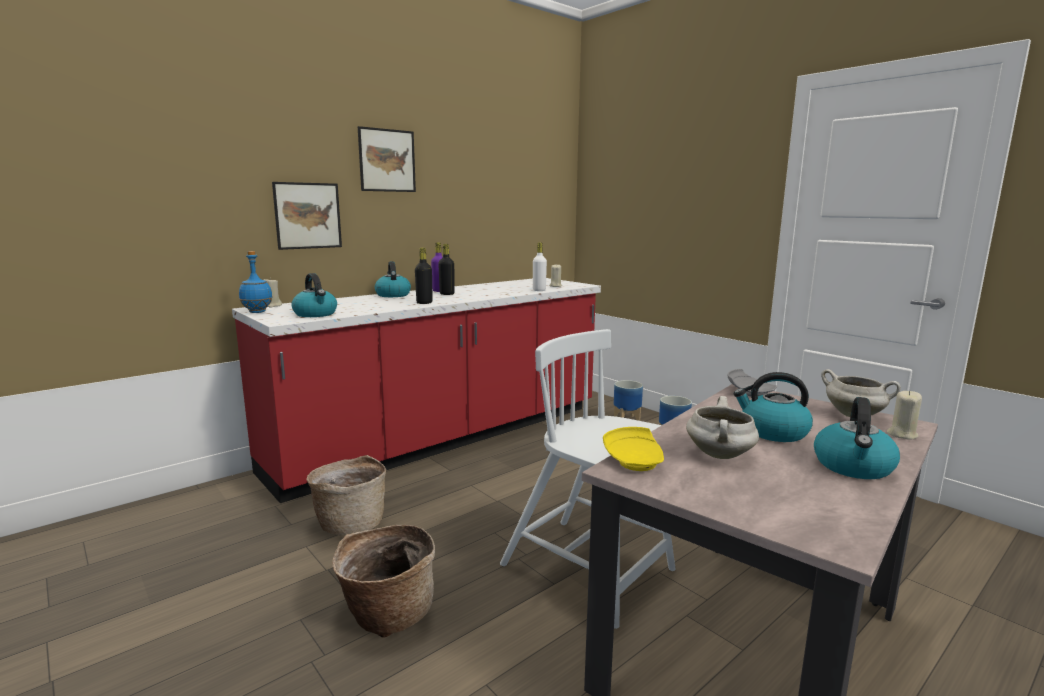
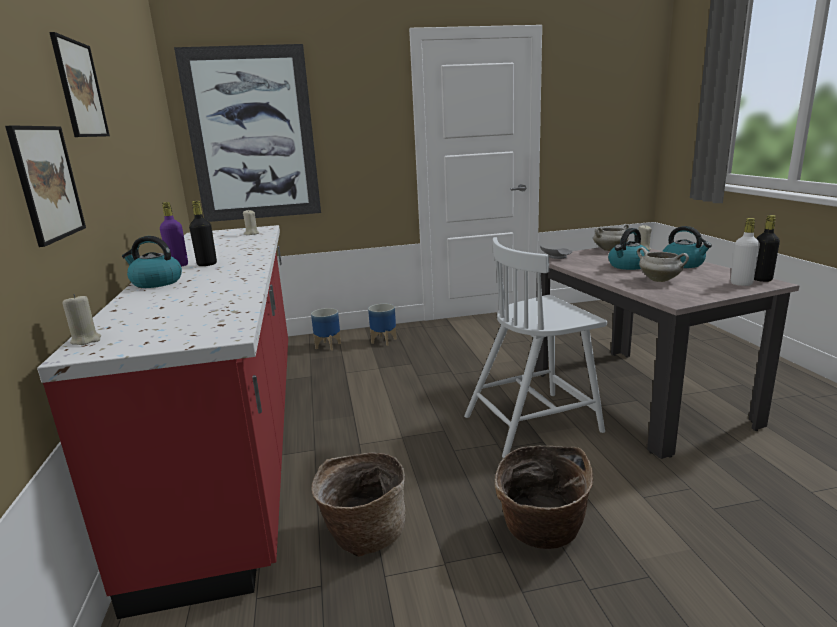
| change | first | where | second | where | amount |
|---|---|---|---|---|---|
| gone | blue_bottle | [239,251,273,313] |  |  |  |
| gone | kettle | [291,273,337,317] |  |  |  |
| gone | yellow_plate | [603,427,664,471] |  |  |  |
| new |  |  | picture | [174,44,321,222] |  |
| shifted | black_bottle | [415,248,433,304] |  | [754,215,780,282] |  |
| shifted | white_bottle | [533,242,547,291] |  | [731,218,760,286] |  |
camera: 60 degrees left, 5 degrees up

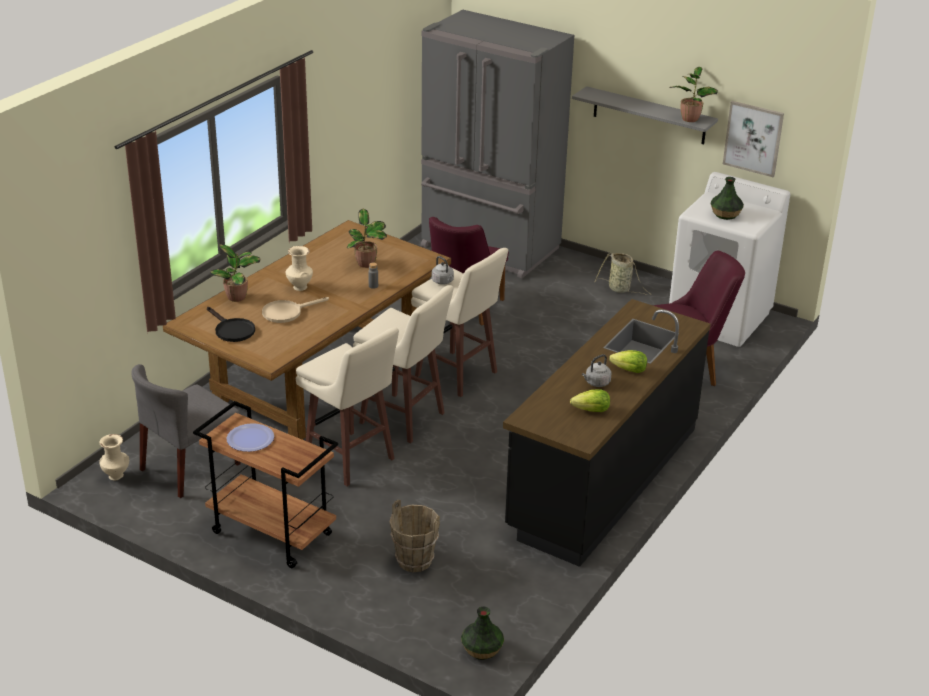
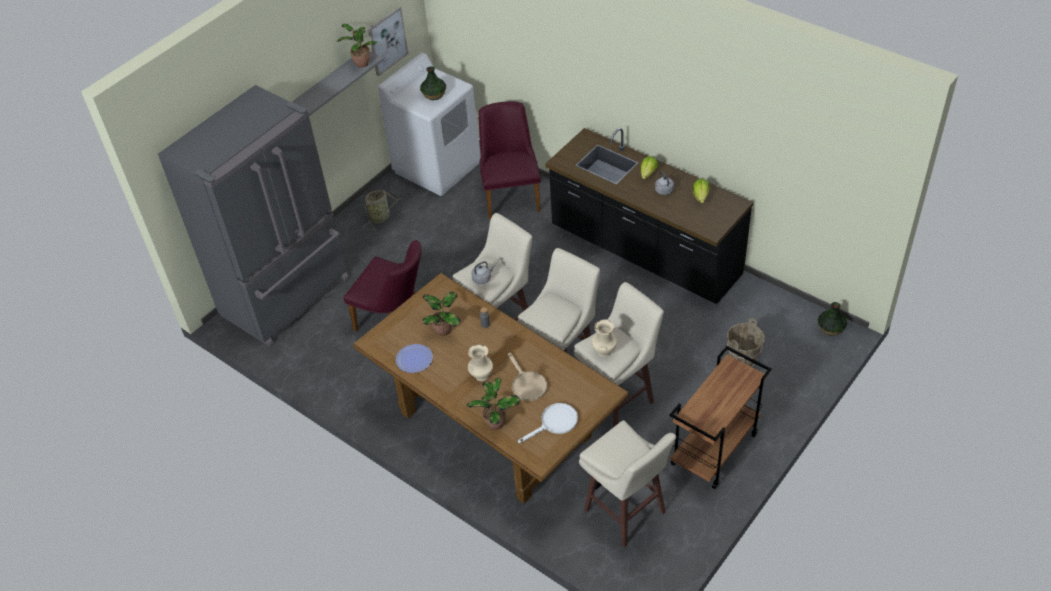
| change | first | where | second | where | amount |
|---|---|---|---|---|---|
| shifted | beige_vase | [99,434,129,480] |  | [592,319,617,357] |  |
| shifted | plate | [227,423,274,452] |  | [396,344,433,373] |  |
| swapped | grey_chair | [131,364,240,498] | beige_stool | [579,420,676,547] |  |
| repainted | black_frying_pan | [207,307,255,342] | white_frying_pan | [518,403,578,443] |  |
camera: 80 degrees left, 15 degrees up

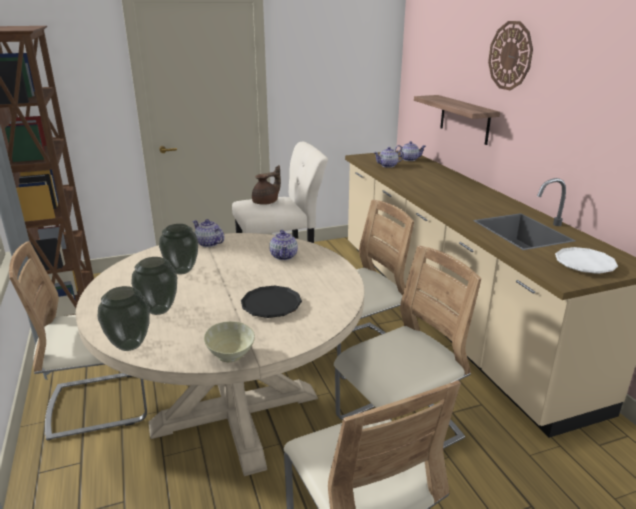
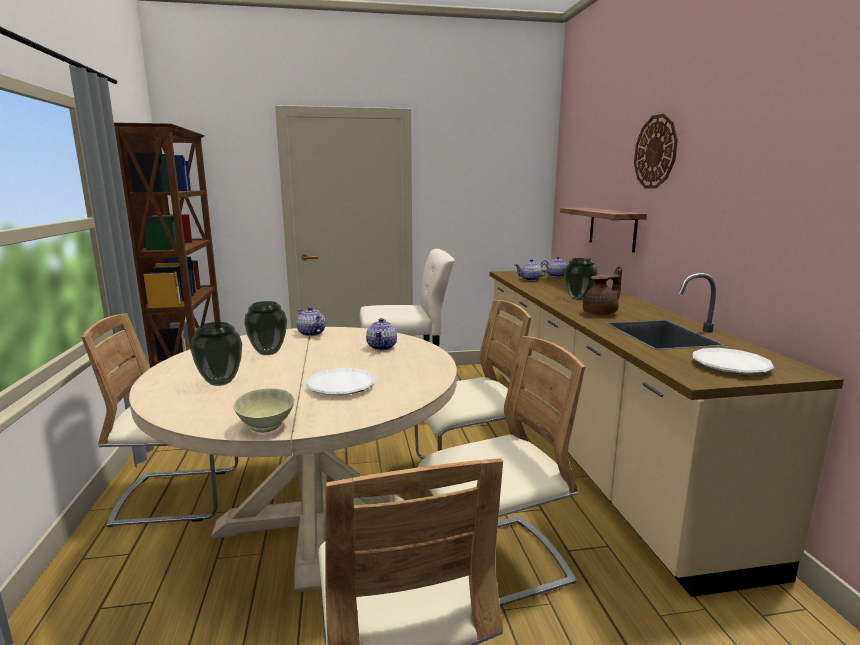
| change | first | where | second | where | amount |
|---|---|---|---|---|---|
| shifted | vase | [98,286,150,351] |  | [564,258,598,300] |  |
| shifted | brown_teapot | [252,165,281,205] |  | [583,266,622,315] |  |
| repainted | black_plate | [241,286,302,318] | white_plate | [306,368,375,395] |  |
camera: 10 degrees right, 10 degrees down

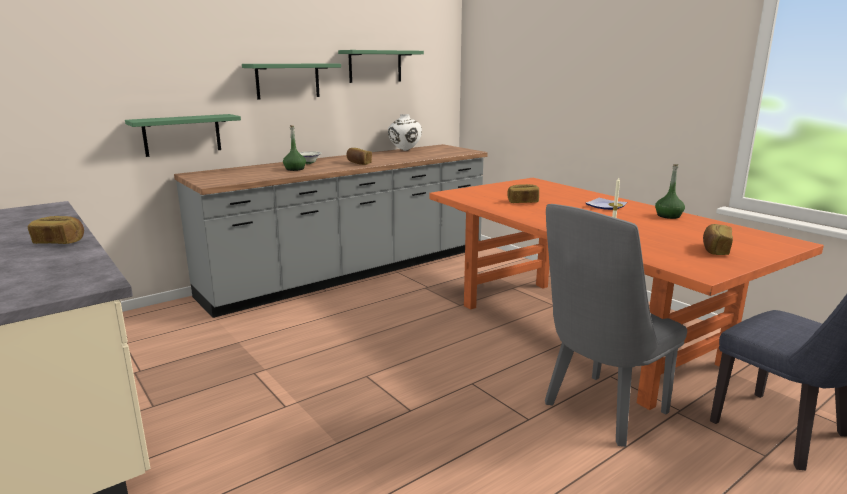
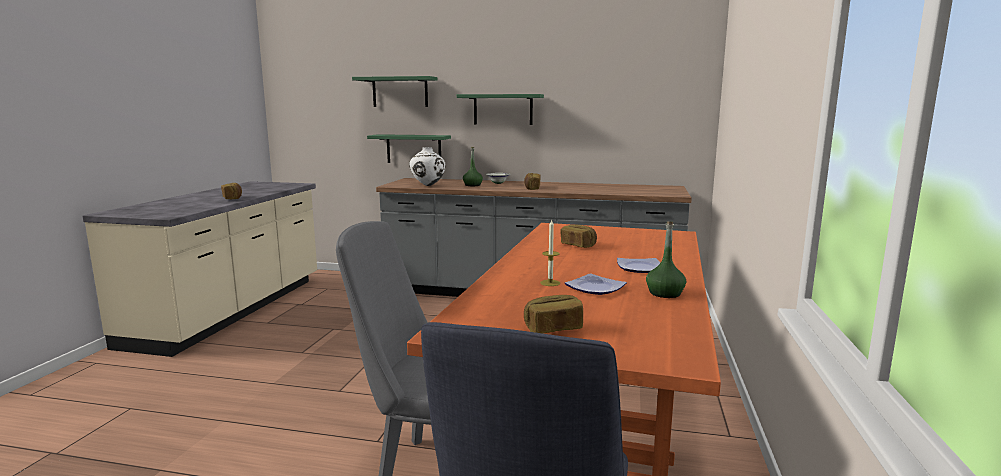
| change | first | where | second | where | amount |
|---|---|---|---|---|---|
| new |  |  | plate | [565,273,627,295] |  |
| shifted | green_shelf | [338,50,424,83] |  | [352,76,438,107] |  |
| shifted | white_vase | [388,114,422,151] |  | [409,147,446,186] |  |
camera: 50 degrees right, 5 degrees down

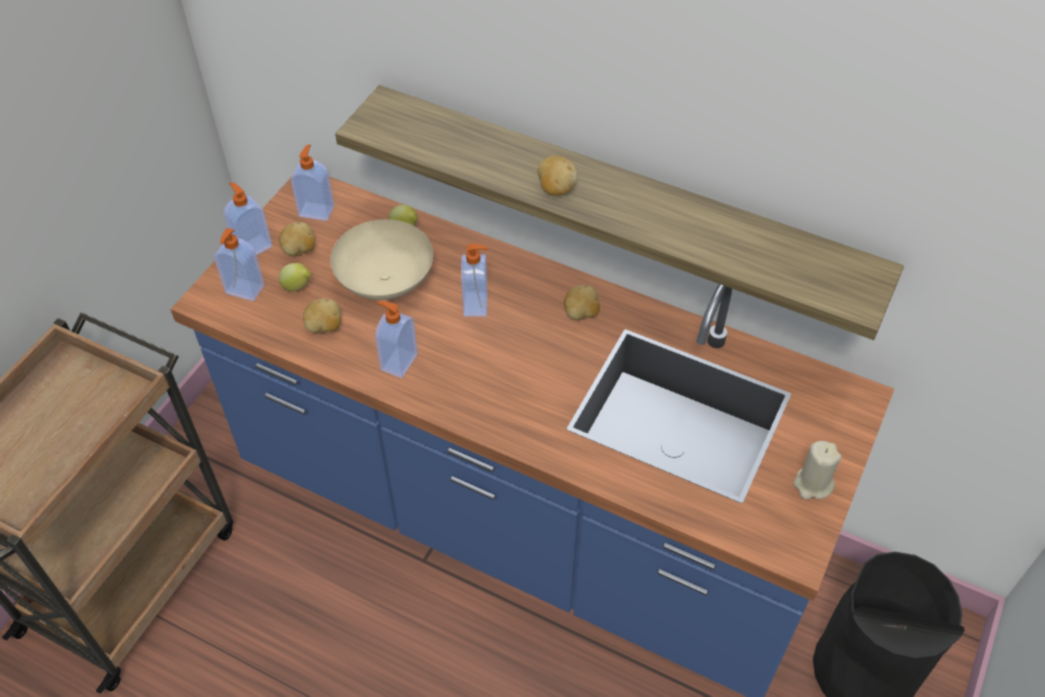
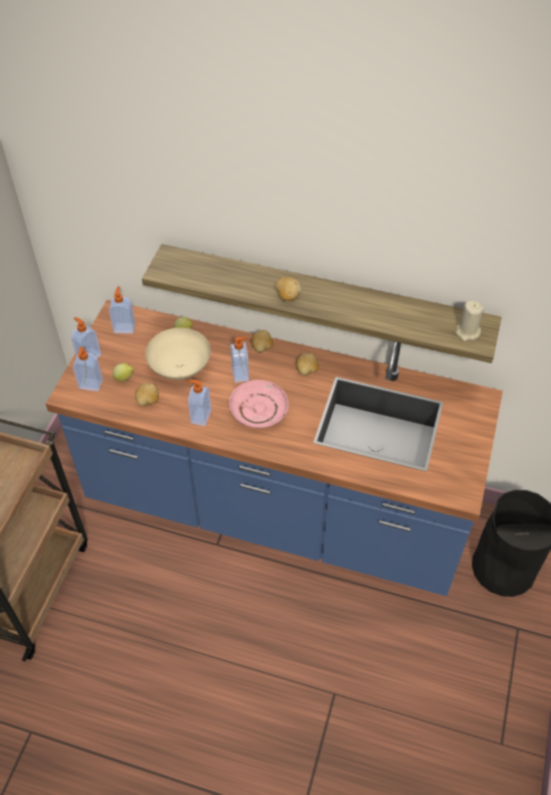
| change | first | where | second | where | amount |
|---|---|---|---|---|---|
| new |  |  | pink_plate | [229,380,289,428] |  |
| shifted | potato | [279,222,315,256] |  | [251,330,274,352] |  |
| shifted | beige_candle | [793,441,842,500] |  | [456,301,484,341] |  |
camera: 10 degrees left, 0 degrees up

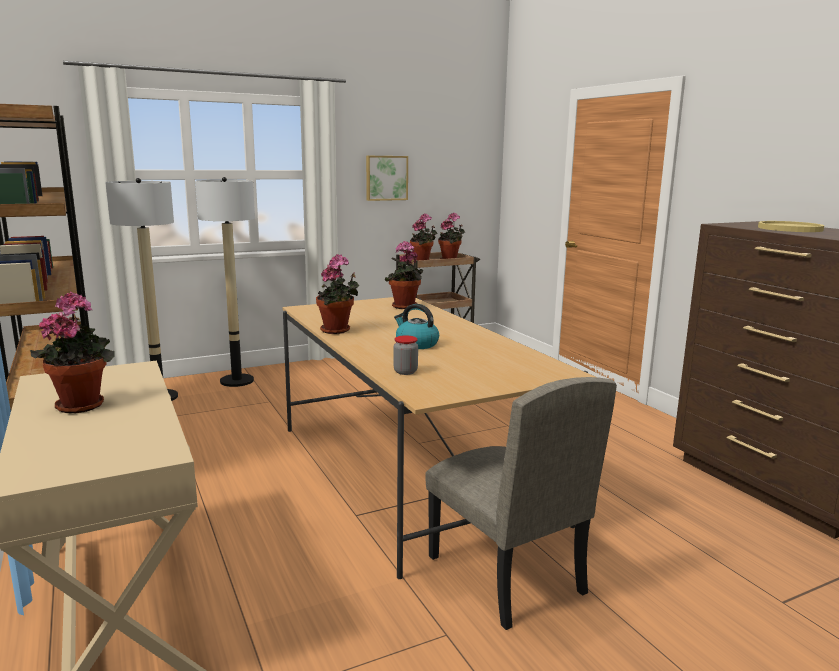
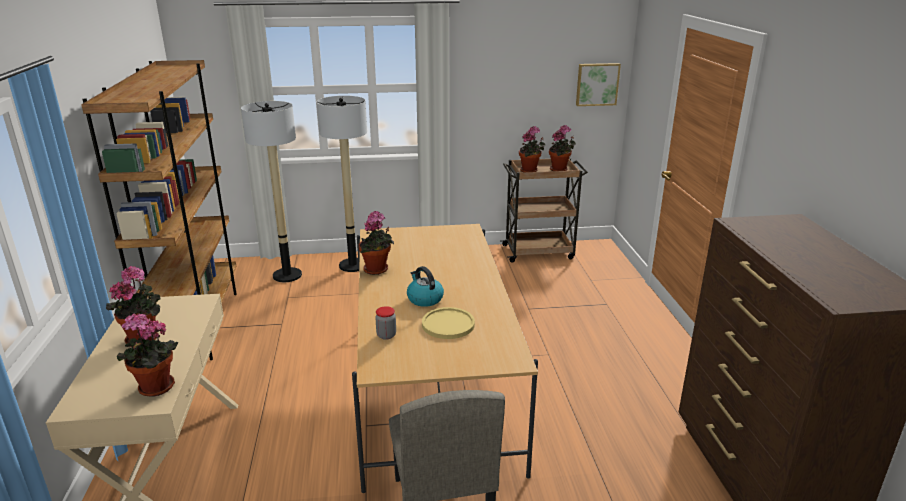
| change | first | where | second | where | amount |
|---|---|---|---|---|---|
| shifted | picture | [366,156,408,201] |  | [576,63,621,106] |  |
| shifted | potted_plant | [385,241,423,309] |  | [117,313,178,397] |  |
| shifted | yellow_plate | [758,221,824,232] |  | [422,307,475,339] |  |
camera: 20 degrees right, 10 degrees up

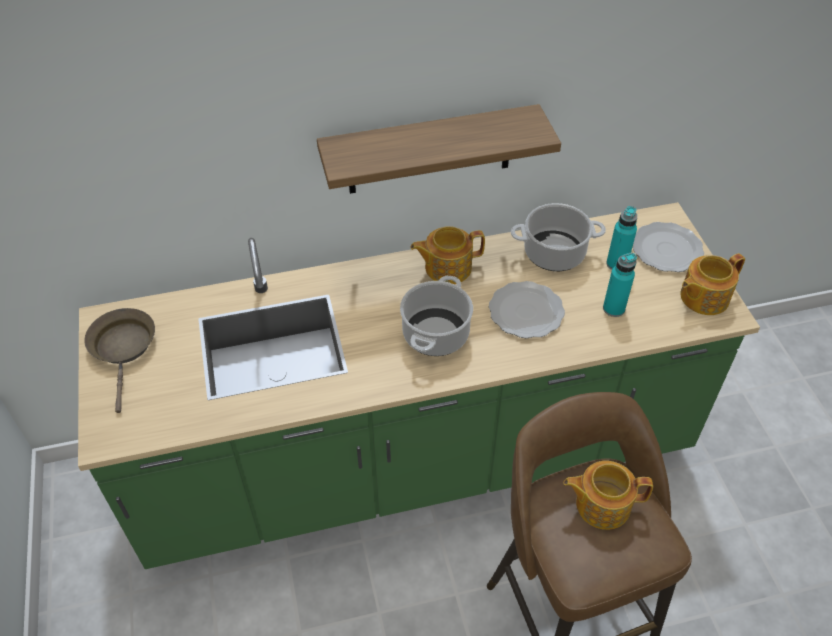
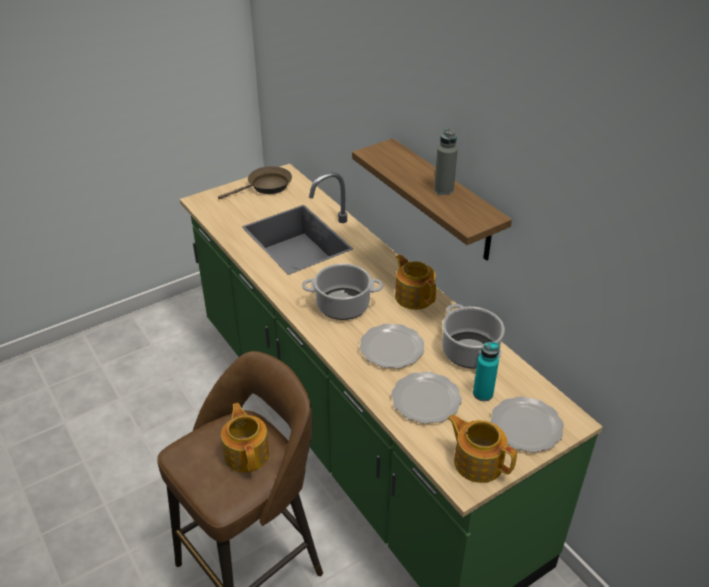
| change | first | where | second | where | amount |
|---|---|---|---|---|---|
| new |  |  | grey_bottle | [434,128,458,195] |  |
| swapped | turquoise_bottle | [603,253,637,317] | plate | [391,372,462,424] |  |
camera: 70 degrees right, 10 degrees down

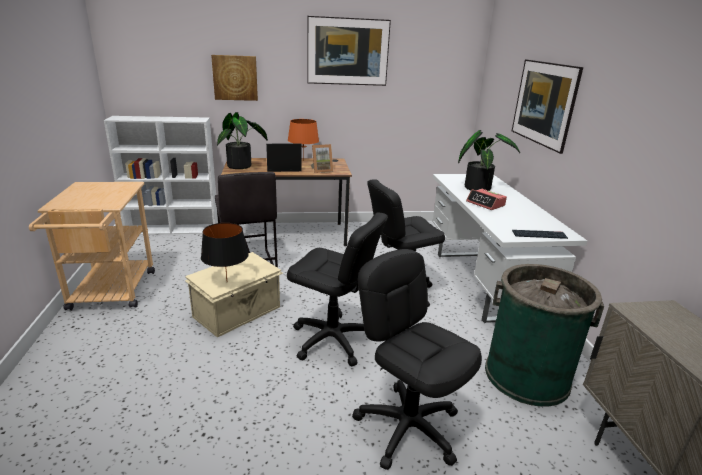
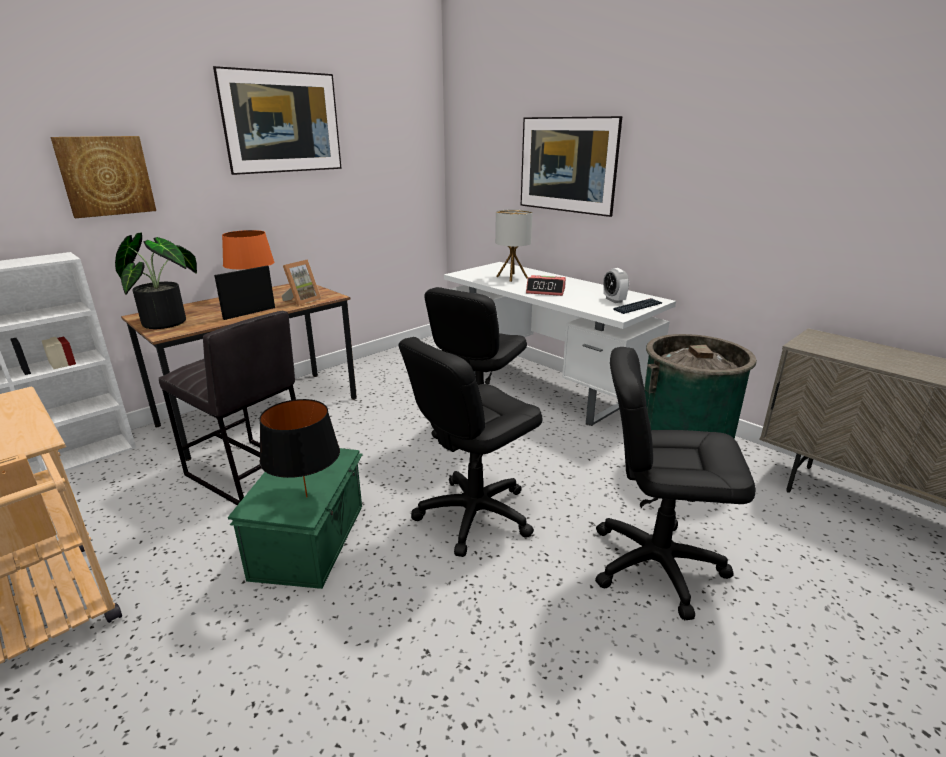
| change | first | where | second | where | amount |
|---|---|---|---|---|---|
| new |  |  | alarm_clock | [603,268,629,303] |  |
| swapped | potted_plant | [458,130,520,191] | table_lamp | [495,209,533,282] |  |
| repainted | beige_storage_box | [185,252,283,338] | green_storage_box | [228,448,363,589] |  |
| rotated | black_office_chair | [287,212,388,366] |  | [399,337,542,557] | 150 degrees clockwise |
camera: 35 degrees left, 0 degrees up

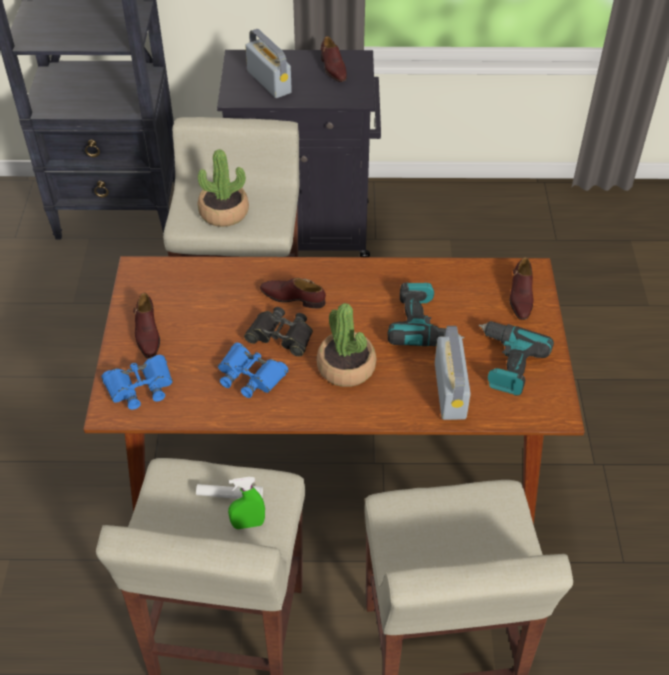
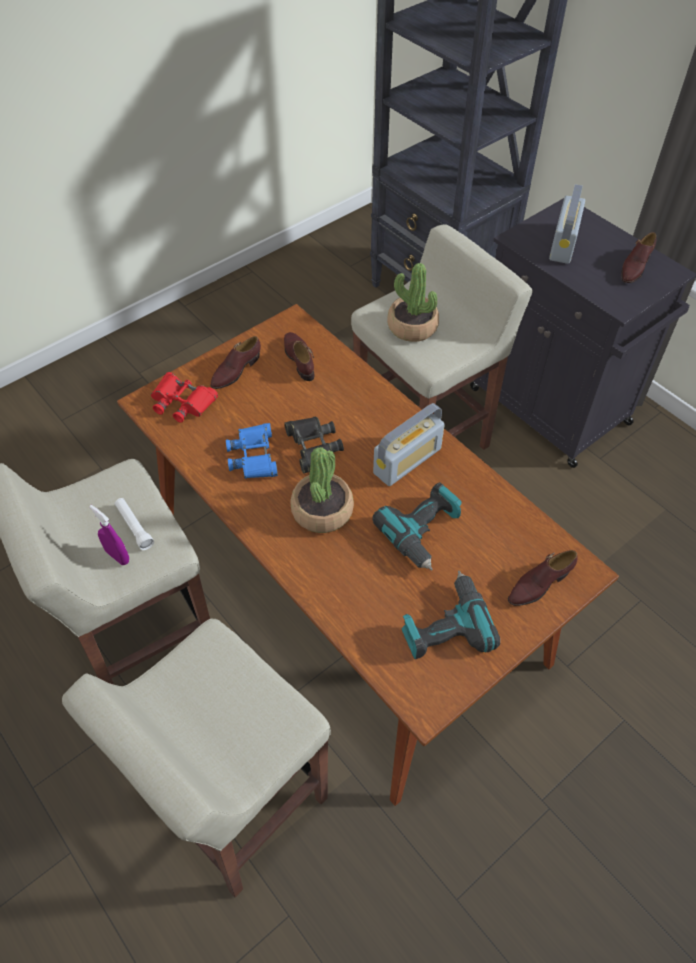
| change | first | where | second | where | amount |
|---|---|---|---|---|---|
| shifted | brown_shoe | [260,278,326,309] |  | [284,332,314,381] |  |
| shifted | radio | [435,326,471,420] |  | [373,403,445,486] |  |
| repainted | blue_binoculars | [101,355,173,410] | red_binoculars | [151,372,218,423] |  |
| repainted | green_spray_bottle | [228,477,265,529] | purple_spray_bottle | [89,505,129,565] |  |
camera: 50 degrees right, 5 degrees up

